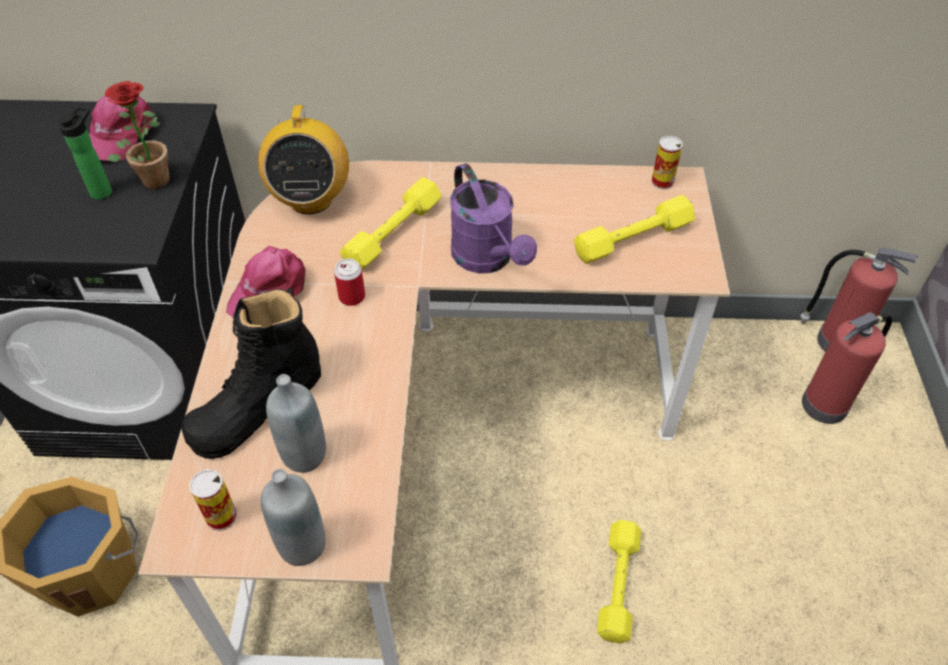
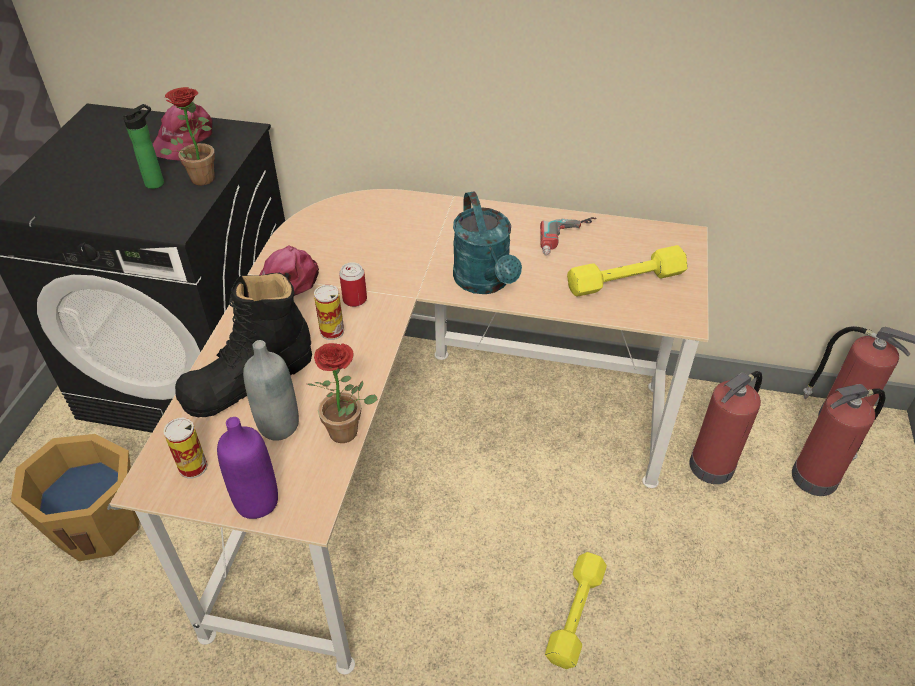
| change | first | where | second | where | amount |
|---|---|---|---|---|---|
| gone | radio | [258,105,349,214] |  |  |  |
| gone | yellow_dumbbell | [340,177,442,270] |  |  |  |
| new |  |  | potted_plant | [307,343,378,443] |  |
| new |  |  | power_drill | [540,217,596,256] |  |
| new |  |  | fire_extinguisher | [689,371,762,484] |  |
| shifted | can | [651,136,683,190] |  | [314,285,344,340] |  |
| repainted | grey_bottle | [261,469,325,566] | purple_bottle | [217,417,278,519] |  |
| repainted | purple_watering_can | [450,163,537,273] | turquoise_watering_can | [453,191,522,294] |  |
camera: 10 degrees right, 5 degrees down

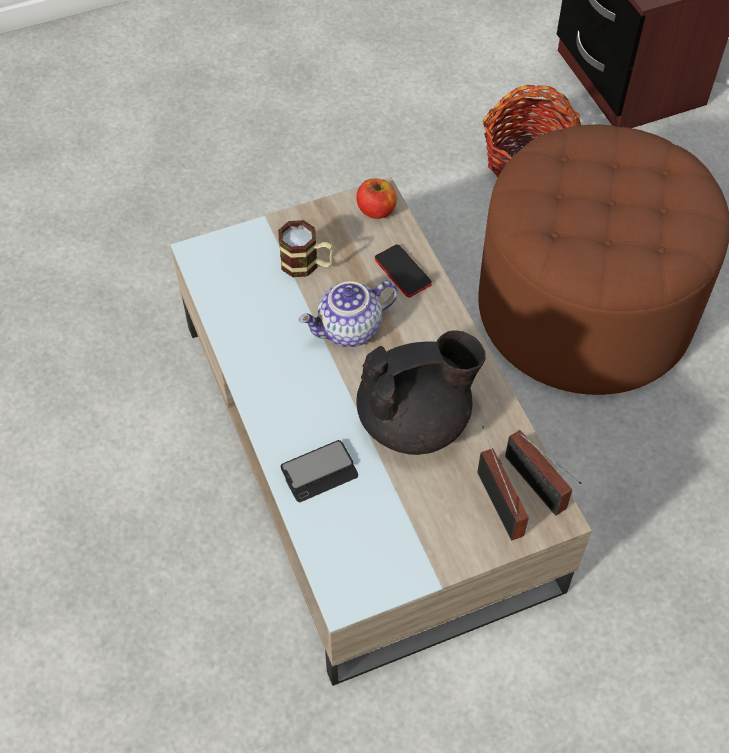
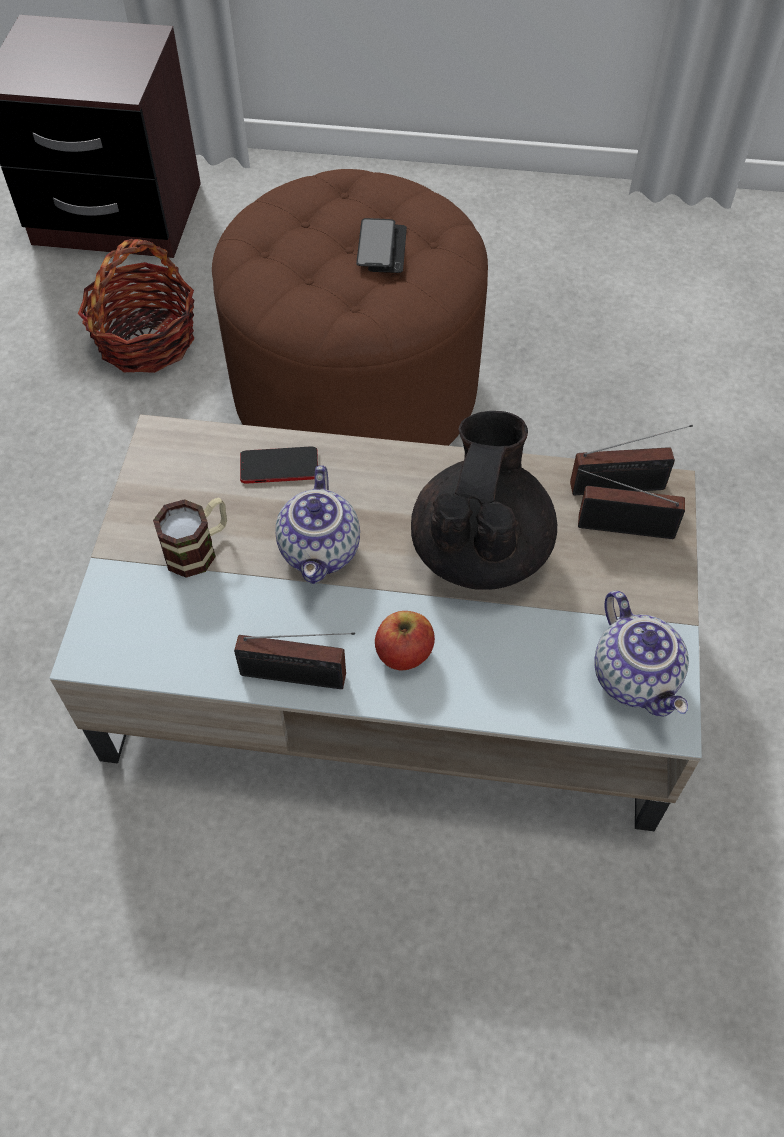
| change | first | where | second | where | amount |
|---|---|---|---|---|---|
| new |  |  | radio | [234,632,355,689] |  |
| new |  |  | teapot | [595,591,689,717] |  |
| shifted | phone | [281,440,358,502] |  | [356,218,407,273] |  |
| shifted | apple | [357,178,397,219] |  | [375,611,435,671] |  |
camera: 60 degrees left, 0 degrees up

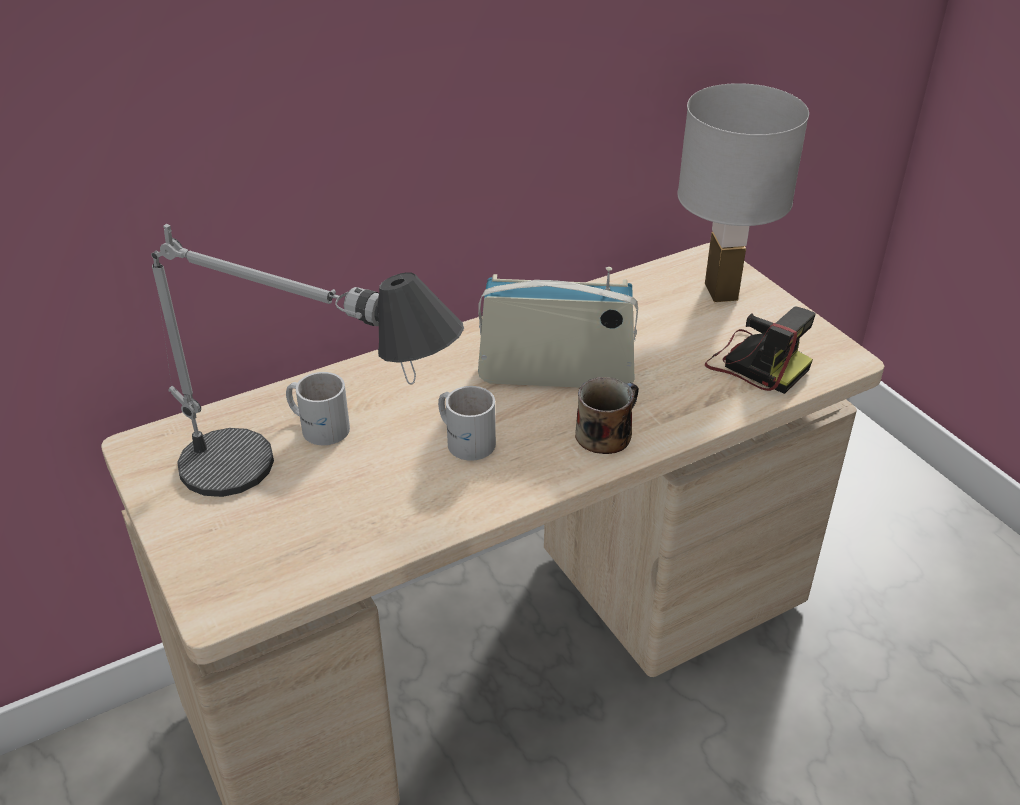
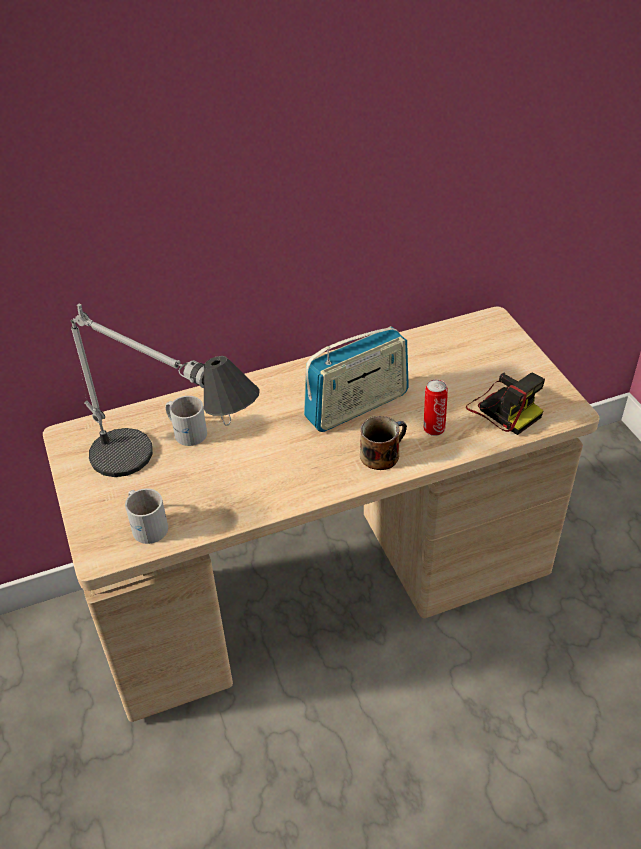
| change | first | where | second | where | amount |
|---|---|---|---|---|---|
| gone | white_table_lamp | [678,83,809,302] |  |  |  |
| new |  |  | can | [424,379,448,436] |  |
| shifted | white_mug | [438,386,496,461] |  | [125,488,168,544] |  |
| rotated | radio | [478,267,638,388] |  | [304,326,409,432] | 135 degrees clockwise |
camera: 10 degrees right, 5 degrees up

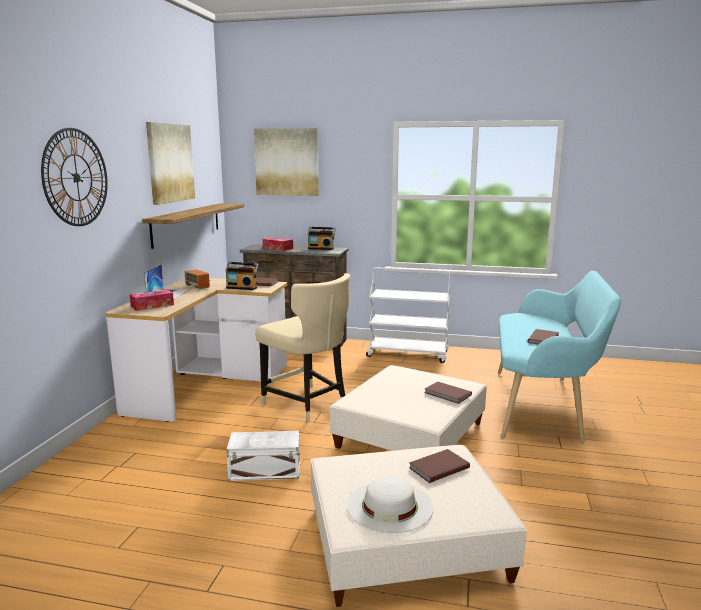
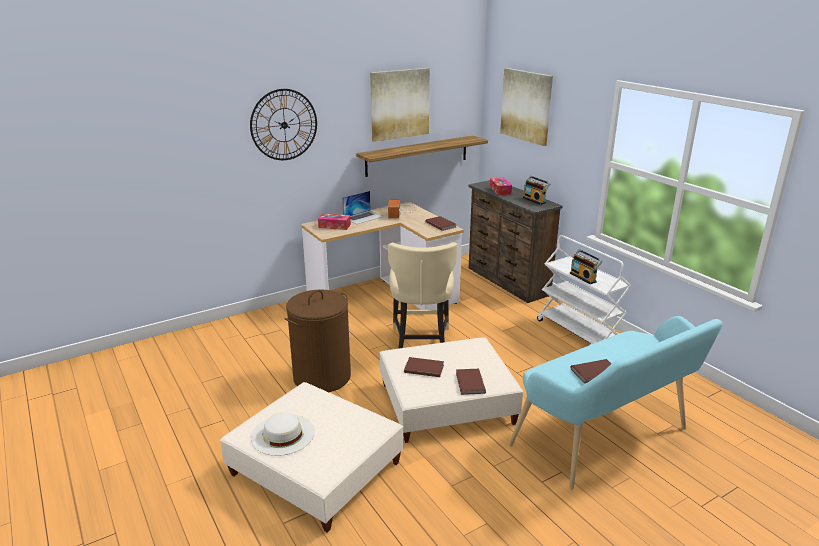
| change | first | where | second | where | amount |
|---|---|---|---|---|---|
| shifted | radio | [225,262,259,290] |  | [570,249,603,284] |  |
| shifted | brown_book | [409,449,470,483] |  | [404,357,444,377] |  |
| swapped | white_storage_box | [227,431,300,481] | brown_laundry_basket | [284,289,351,392] |  |
camera: 45 degrees right, 10 degrees up

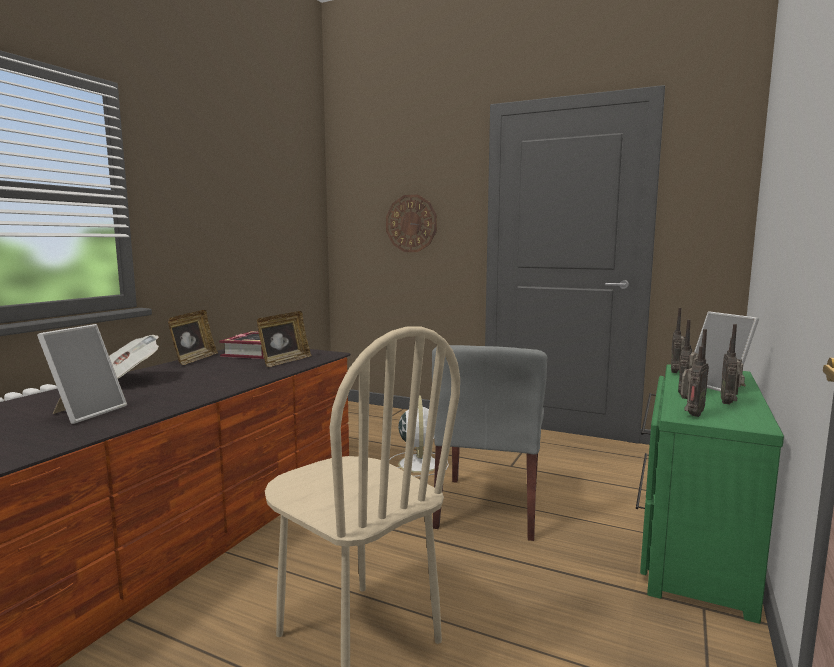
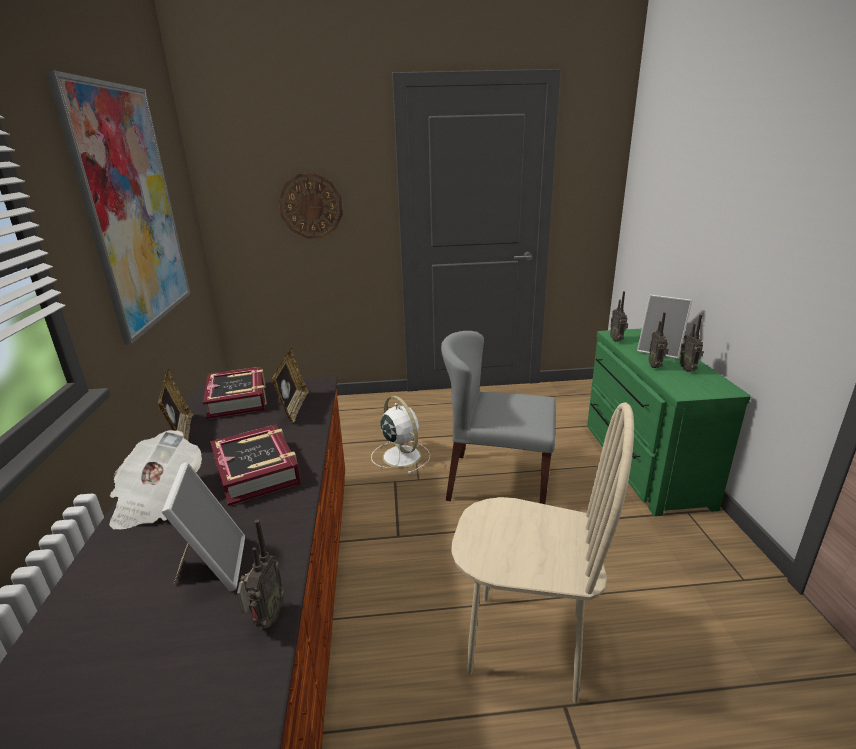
| change | first | where | second | where | amount |
|---|---|---|---|---|---|
| new |  |  | picture | [46,70,191,345] |  |
| new |  |  | book | [210,425,301,506] |  |
| shifted | radio | [681,329,709,417] |  | [237,519,284,628] |  |
| rotated | grey_chair | [432,345,547,541] |  | [441,331,556,504] | 120 degrees clockwise |
camera: 30 degrees left, 15 degrees up

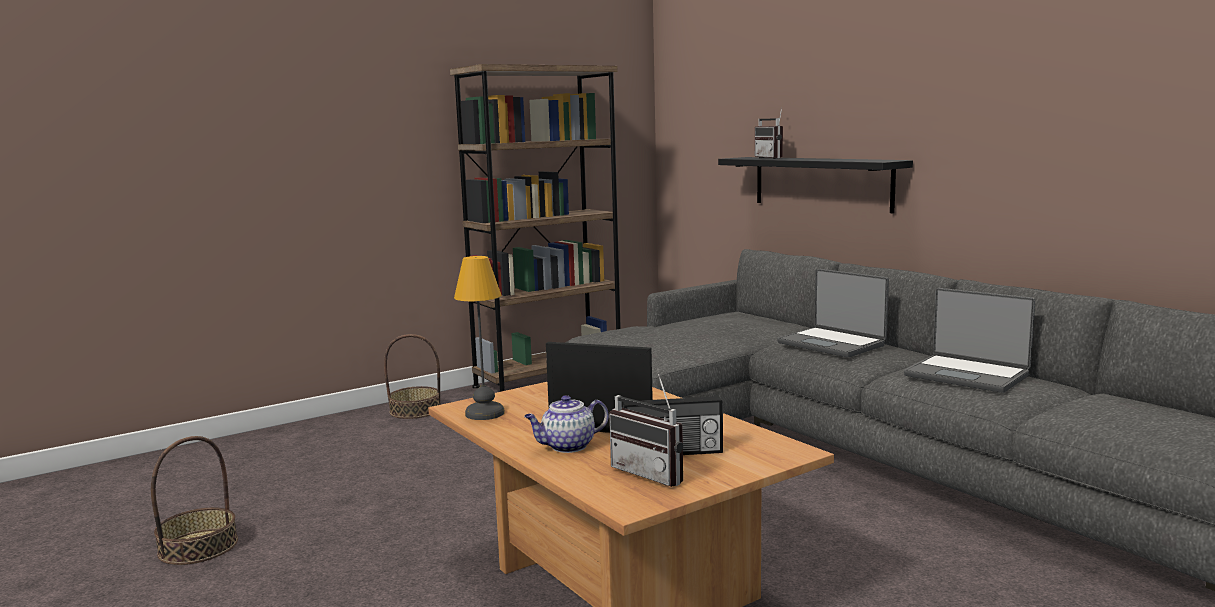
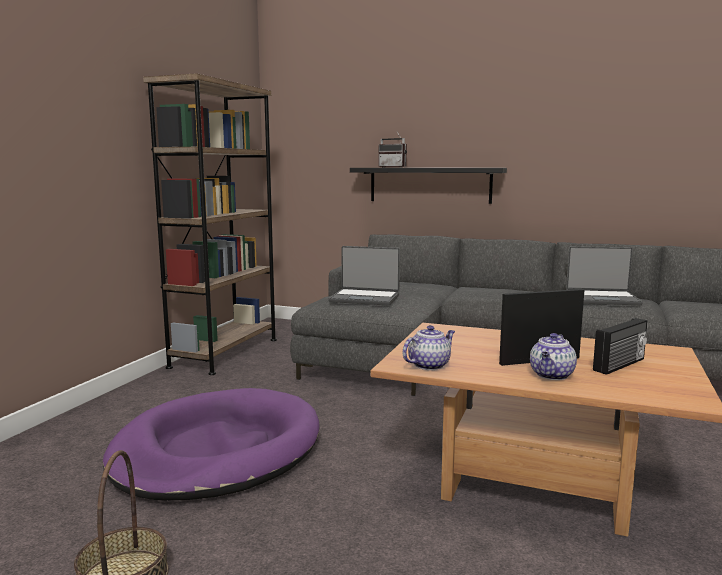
| change | first | where | second | where | amount |
|---|---|---|---|---|---|
| gone | basket | [384,334,440,419] |  |  |  |
| gone | radio | [609,374,683,487] |  |  |  |
| new |  |  | purple_dog_bed | [103,388,320,500] |  |
| shifted | laptop | [777,269,889,357] |  | [329,246,400,306] |  |
| swapped | table_lamp | [454,256,505,420] | teapot | [403,325,455,370] |  |
camera: 35 degrees left, 0 degrees up

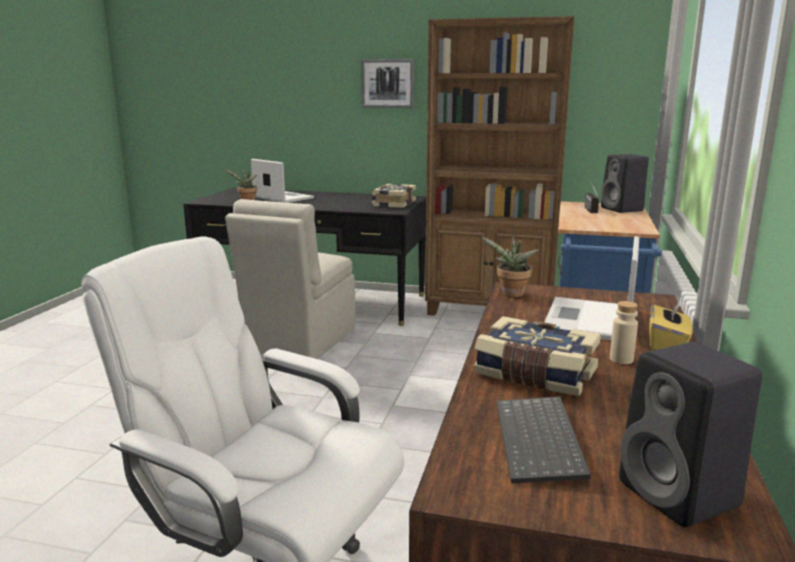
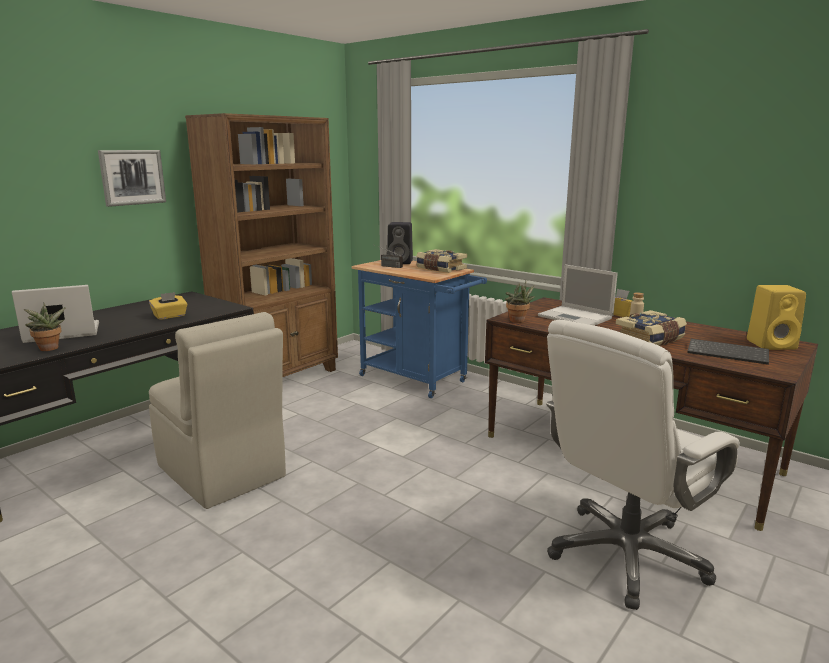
| change | first | where | second | where | amount |
|---|---|---|---|---|---|
| new |  |  | yellow_tissue_box | [149,292,187,320] |  |
| shifted | book | [372,184,416,208] |  | [416,249,467,273] |  |
| repainted | black_speaker | [619,342,762,527] | yellow_speaker | [747,285,806,350] |  |
camera: 65 degrees left, 0 degrees up

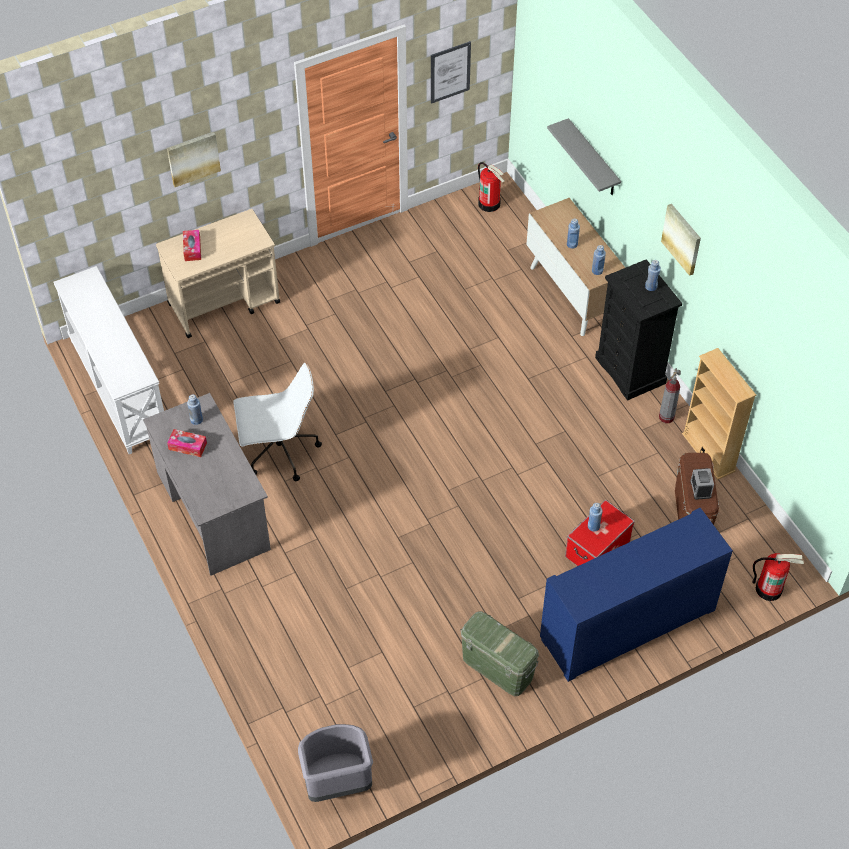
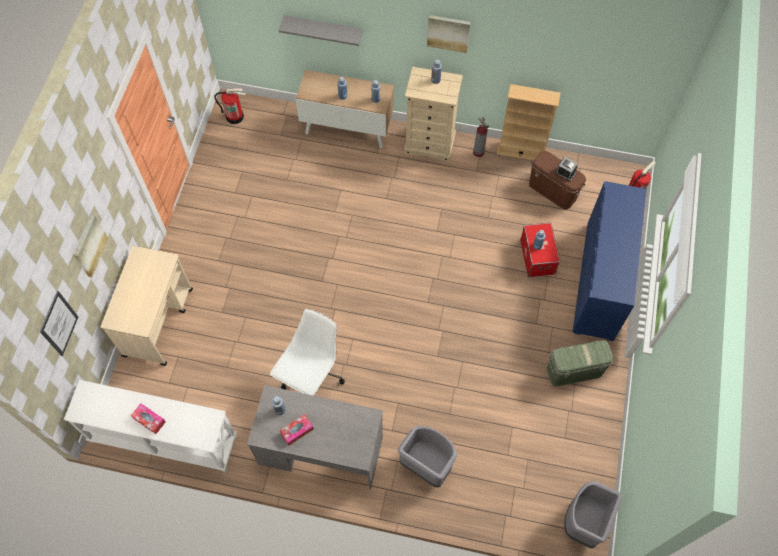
| change | first | where | second | where | amount |
|---|---|---|---|---|---|
| new |  |  | grey_trash_can | [398,426,457,487] |  |
| shifted | tissue_box | [183,230,201,261] |  | [131,403,166,434] |  |
| shifted | picture | [431,41,471,104] |  | [40,291,78,356] |  |
| repainted | black_dresser | [595,259,682,401] | beige_dresser | [404,67,463,162] |  |
camera: 50 degrees left, 10 degrees up

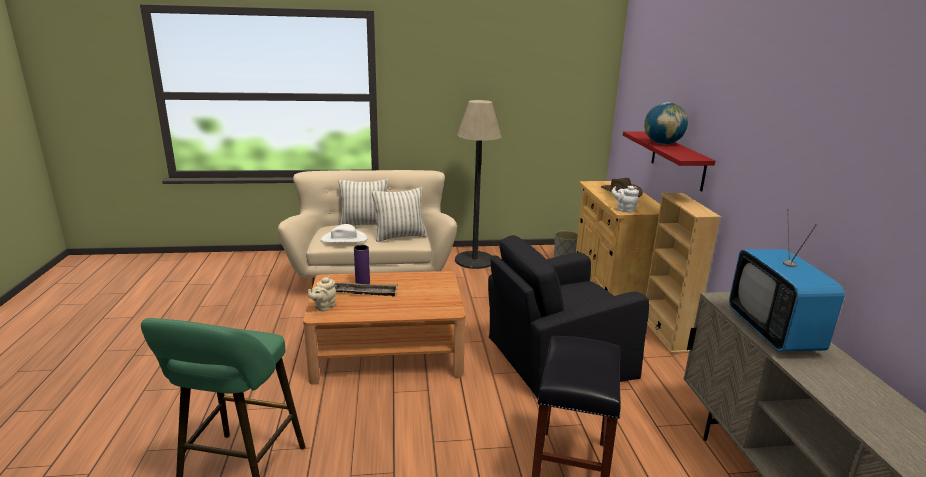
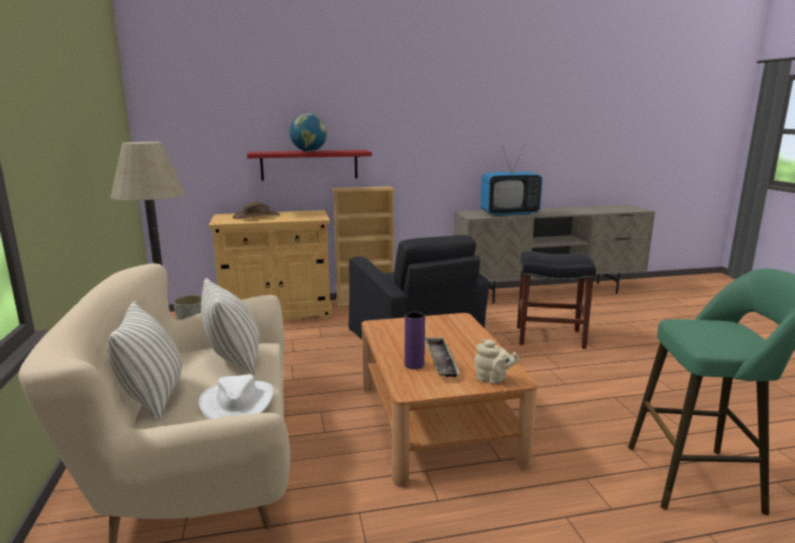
| change | first | where | second | where | amount |
|---|---|---|---|---|---|
| gone | white_teapot | [611,185,639,213] |  |  |  |
camera: 95 degrees left, 5 degrees down

